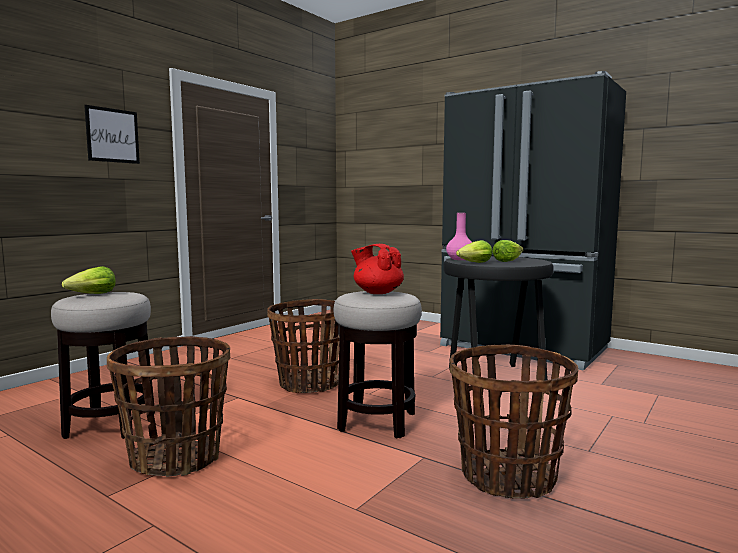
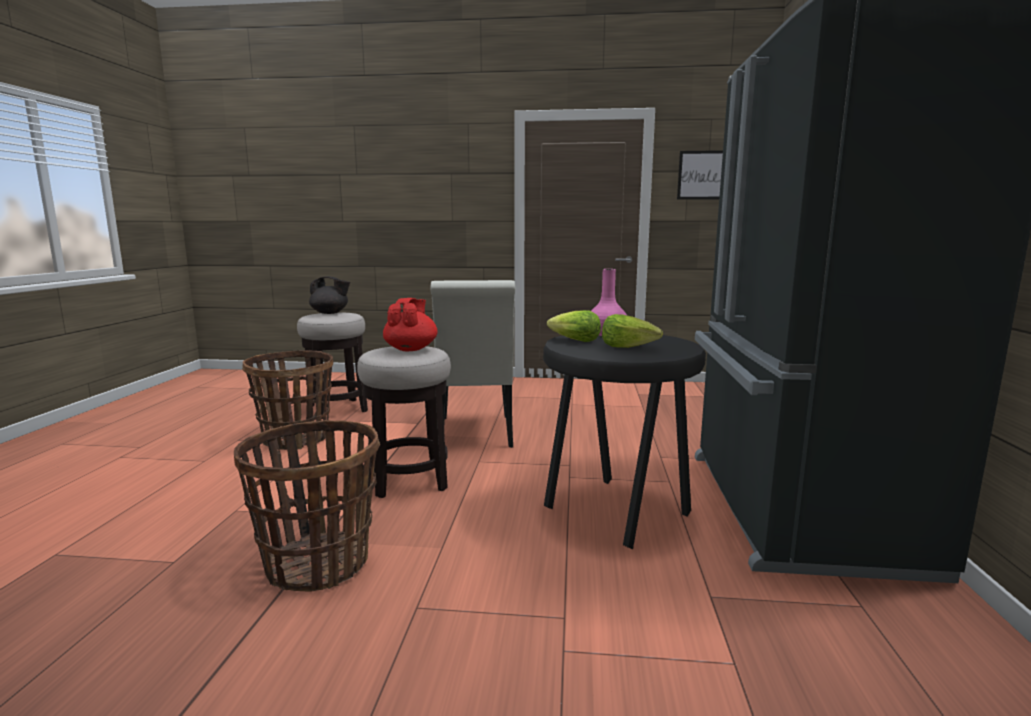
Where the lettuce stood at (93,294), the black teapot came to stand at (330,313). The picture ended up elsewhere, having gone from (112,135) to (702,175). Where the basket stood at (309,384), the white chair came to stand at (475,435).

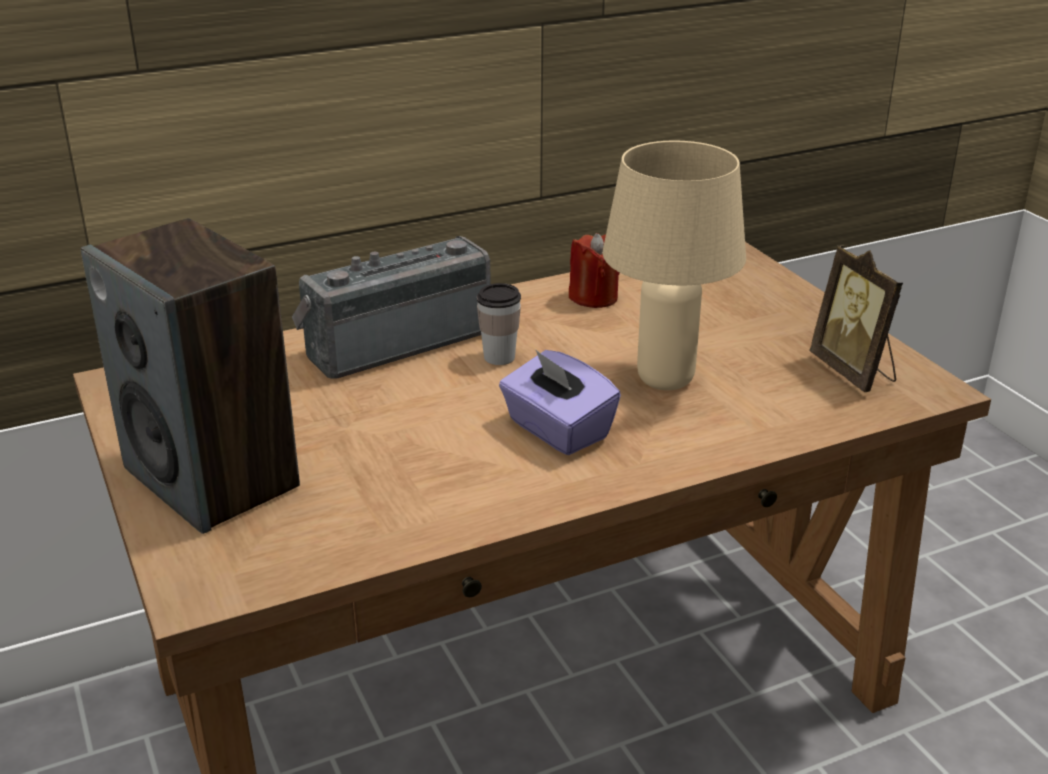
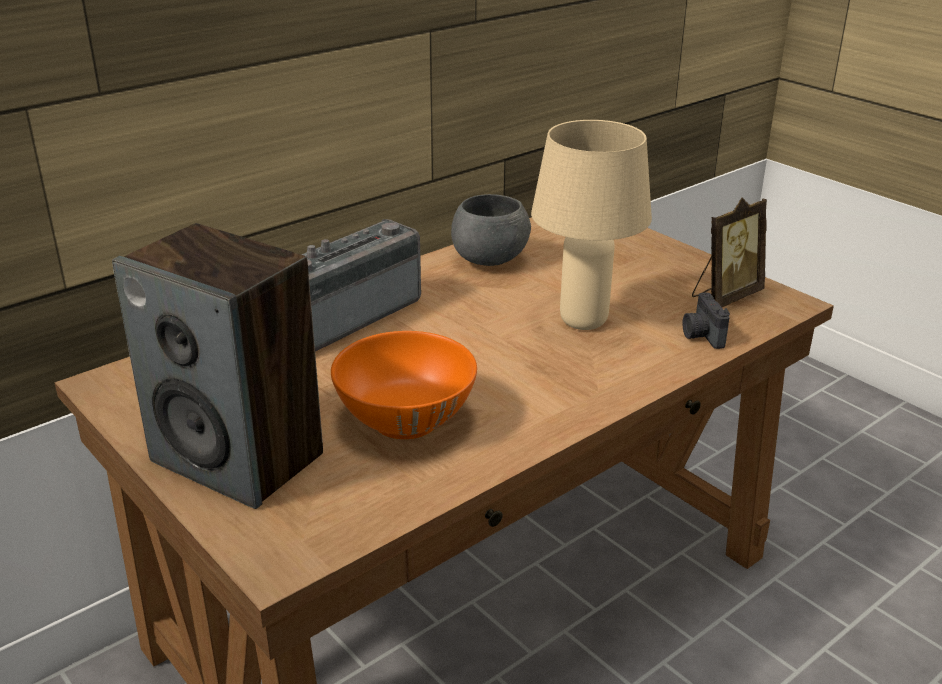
The second view lost the cup at (499,357). The second view lost the purple tissue box at (557,430). Where the red candle stood at (594,297), the grey bowl came to stand at (491,261). The picture frame at (854,372) ended up facing another way, 90 degrees counterclockwise from before. The second view gained the orange bowl at (405,420). The second view gained the photo camera at (701,335).

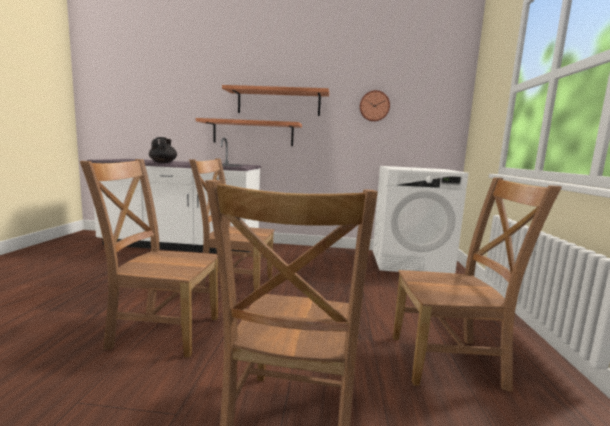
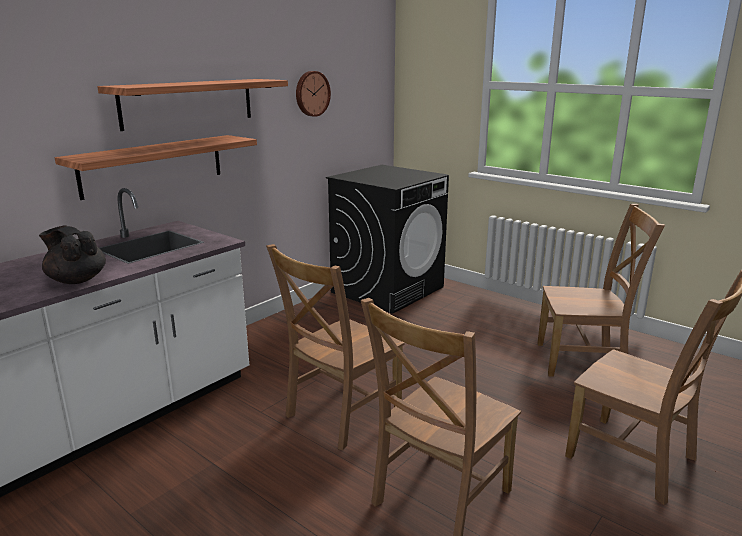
What was the white washing machine at (410,262) turned into the black washing machine at (388,289). The brown chair at (451,361) ended up facing another way, 60 degrees clockwise from before.

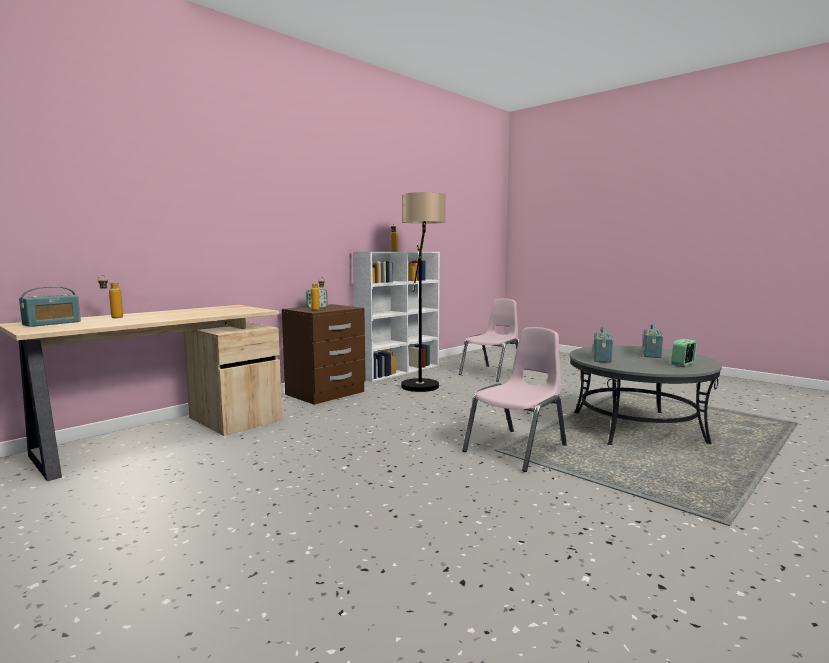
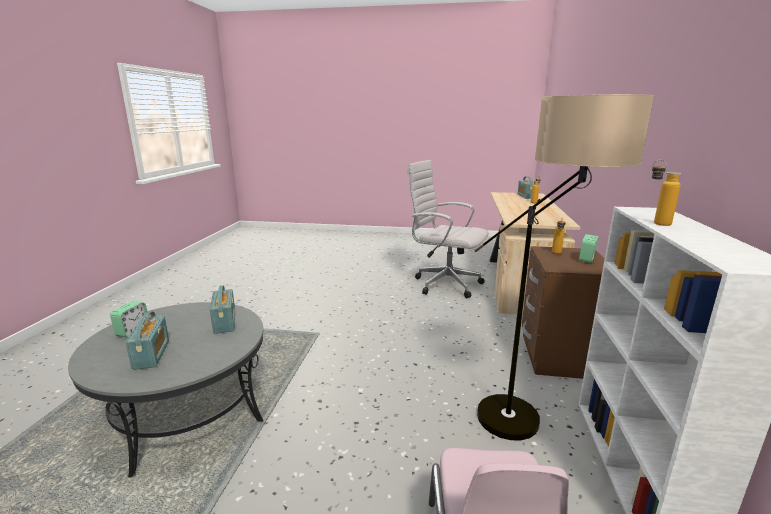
The second view lost the pink chair at (517,449). The second view gained the white office chair at (444,284).

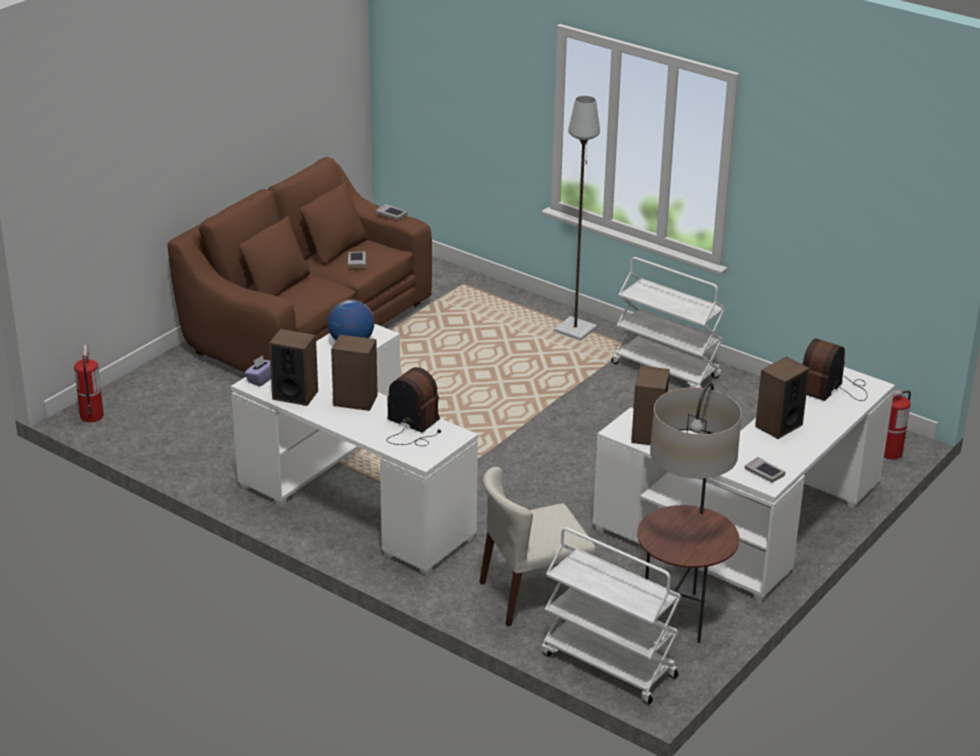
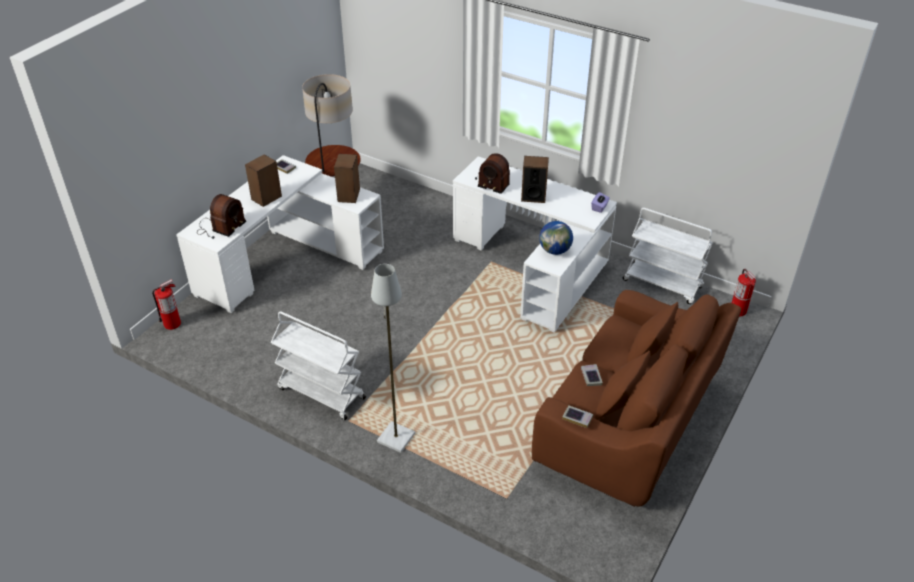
The second view lost the speaker at (295,395). The second view lost the beige chair at (532,595). The white cart ended up elsewhere, having gone from (607,665) to (663,284).

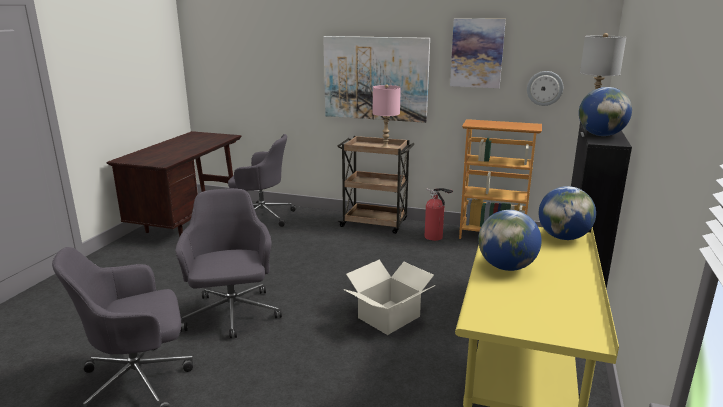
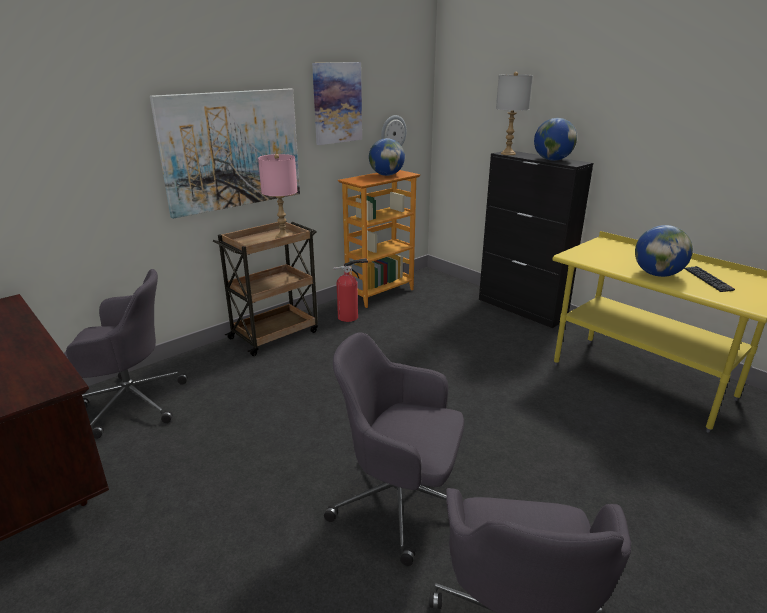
The grey office chair at (262,216) ended up facing another way, 45 degrees clockwise from before. The second view lost the cardboard box at (389,317). The globe ended up elsewhere, having gone from (563,237) to (386,175). The second view gained the keyboard at (707,279).

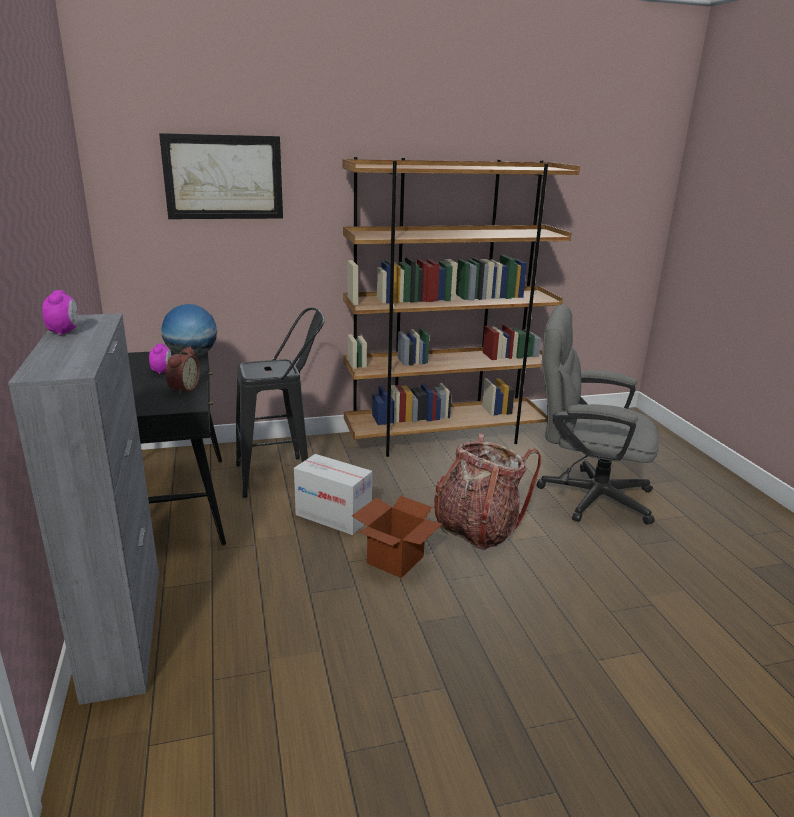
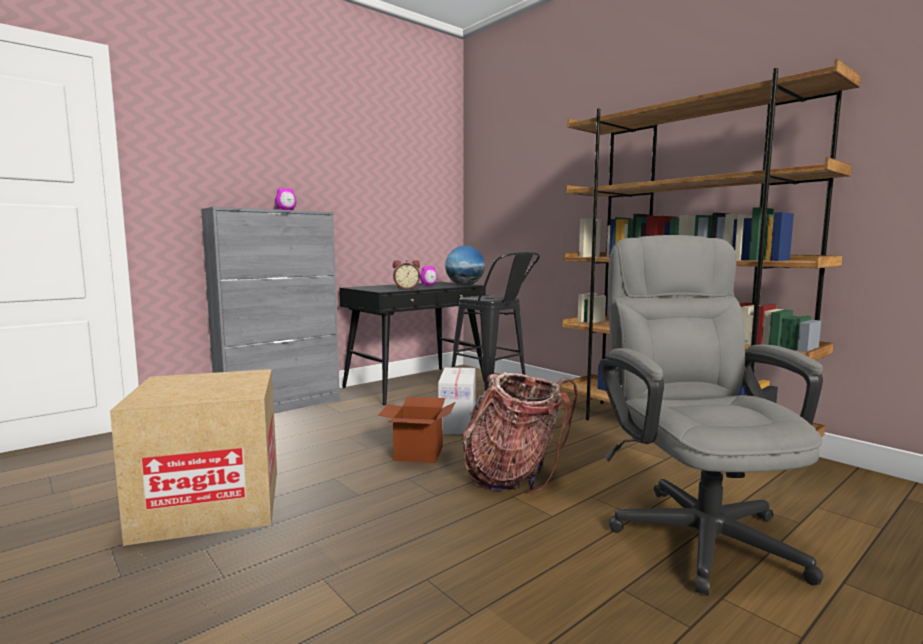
The second view lost the picture at (223,177). The second view gained the cardboard box at (210,503).

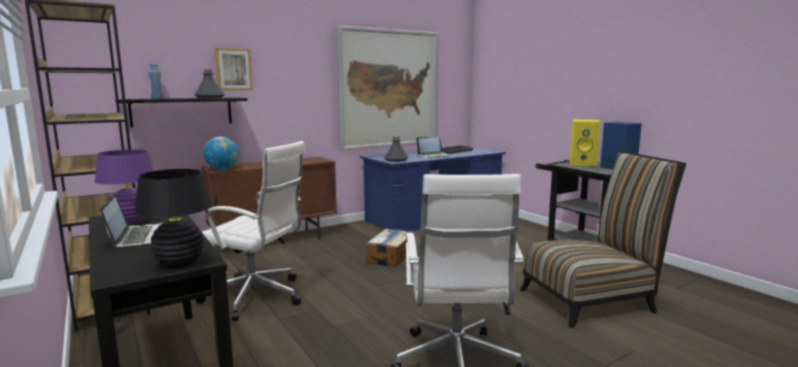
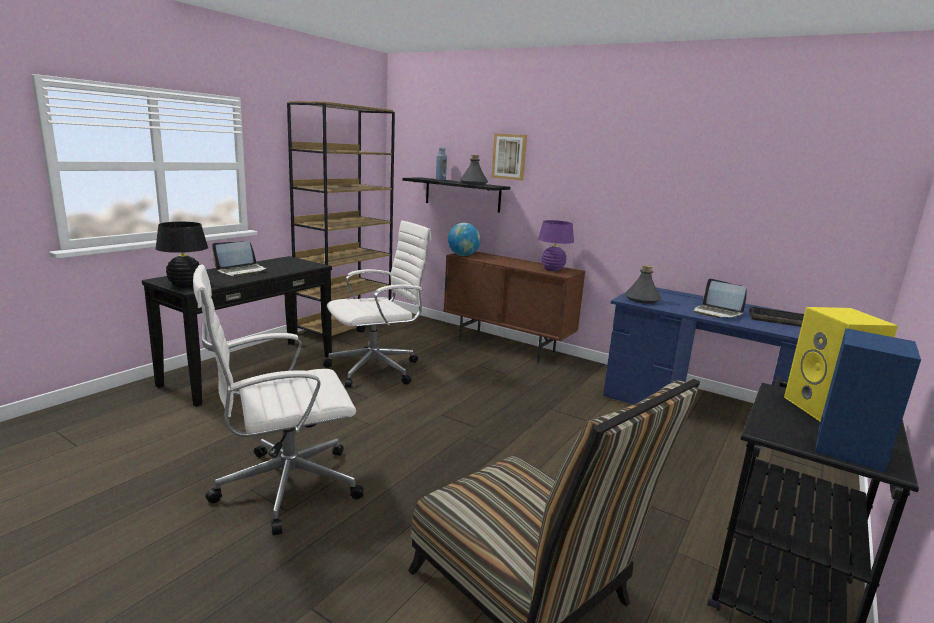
The purple table lamp ended up elsewhere, having gone from (131,222) to (552,269). The white office chair at (257,297) ended up facing another way, 120 degrees counterclockwise from before. The second view lost the picture at (388,89). The second view lost the cardboard box at (390,256).

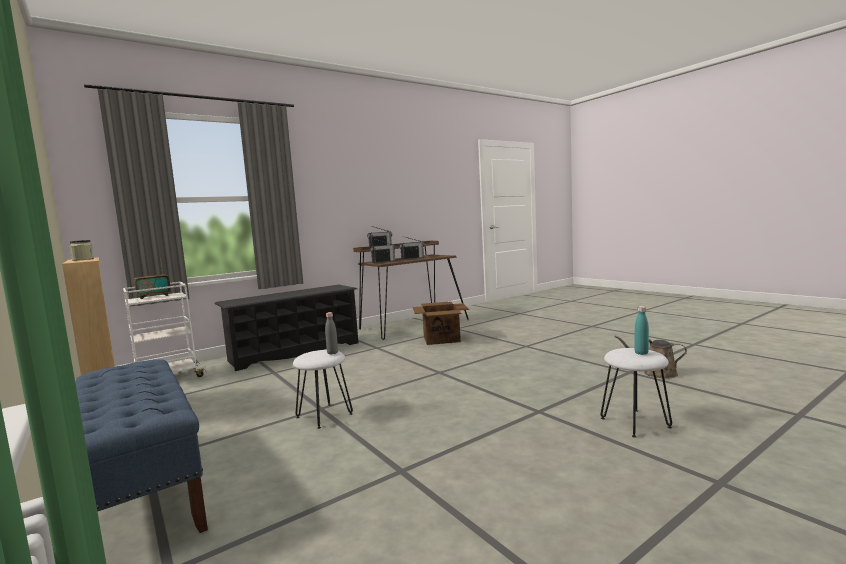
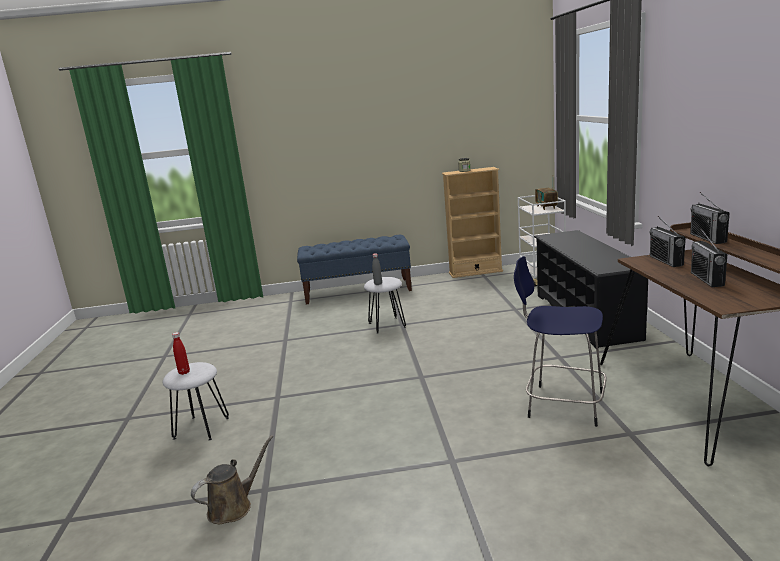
Where the cardboard box stood at (441,339), the blue stool came to stand at (562,404). What was the turquoise bottle at (641,353) turned into the red bottle at (184,372).

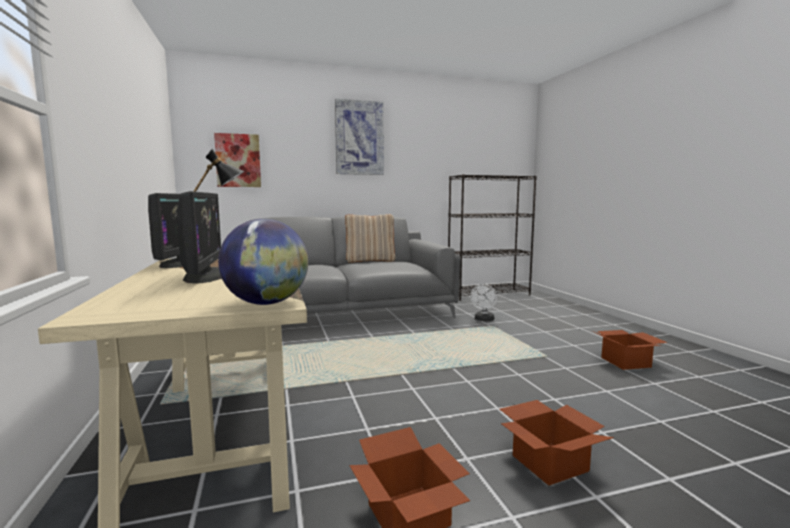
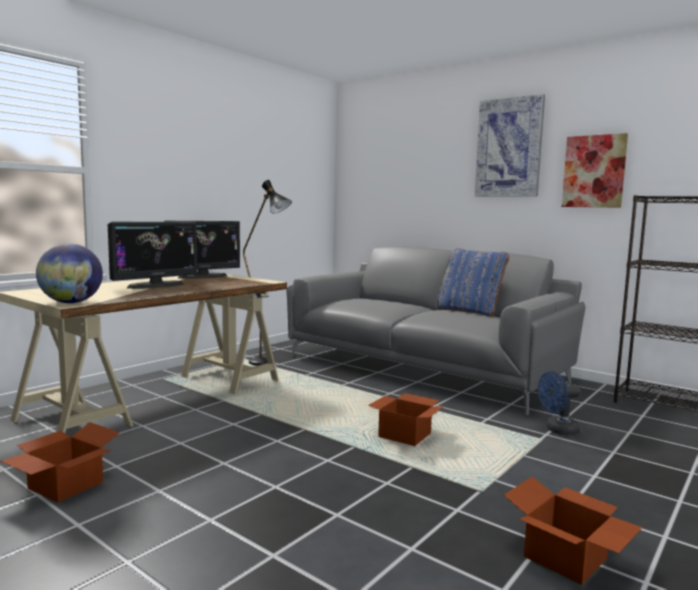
The picture ended up elsewhere, having gone from (238,160) to (594,171). What was the beige pillow at (370,261) turned into the blue pillow at (470,311). What was the white fan at (484,320) turned into the blue fan at (557,430). The cardboard box ended up elsewhere, having gone from (549,462) to (406,435).

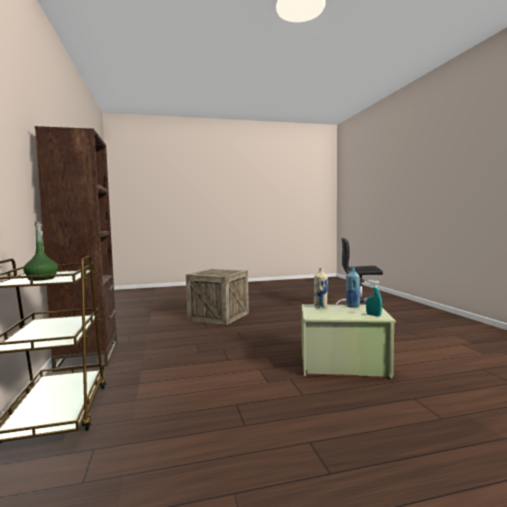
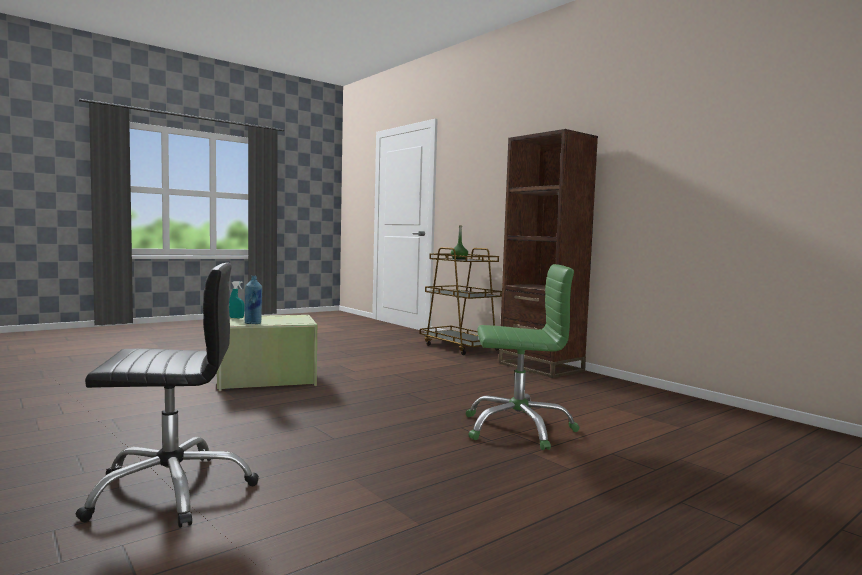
Where the crate stood at (218,316), the green office chair came to stand at (518,428). The second view lost the beige bottle at (320,306).

